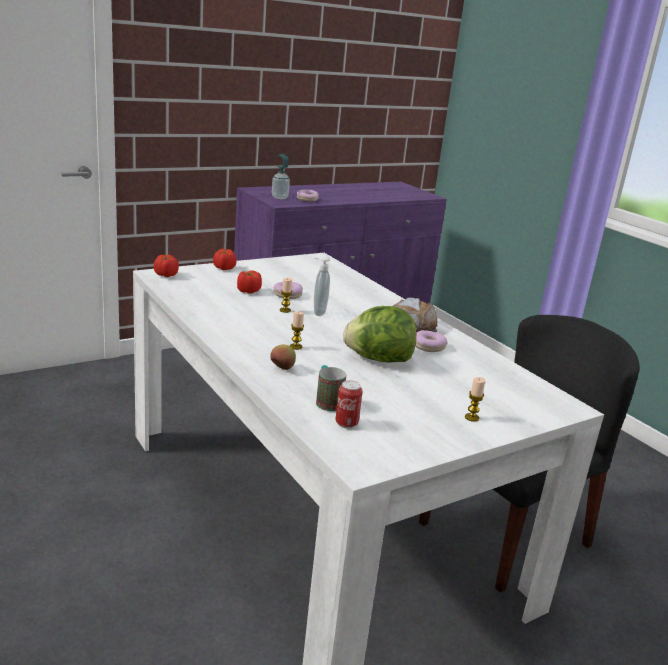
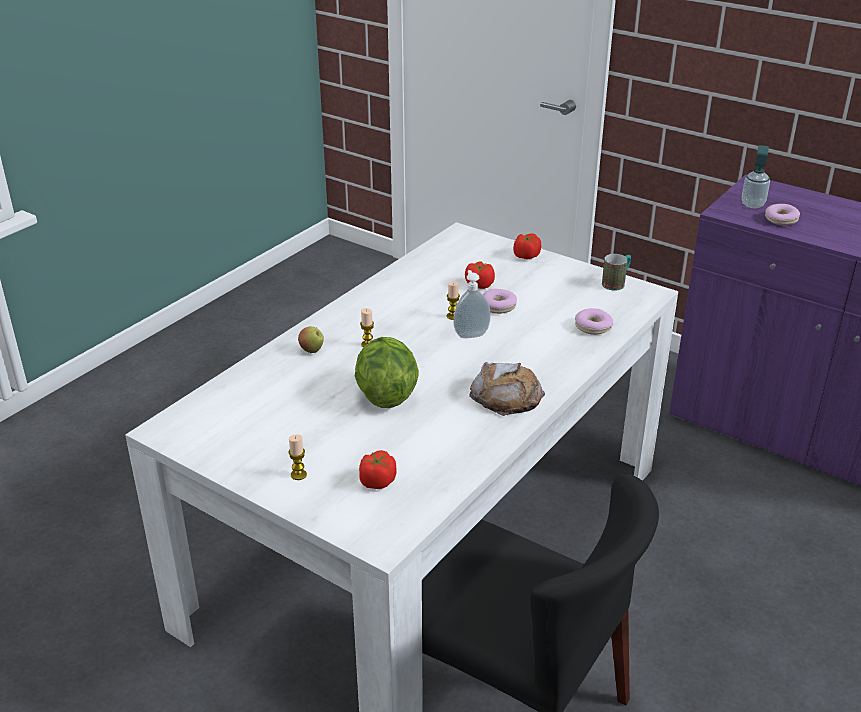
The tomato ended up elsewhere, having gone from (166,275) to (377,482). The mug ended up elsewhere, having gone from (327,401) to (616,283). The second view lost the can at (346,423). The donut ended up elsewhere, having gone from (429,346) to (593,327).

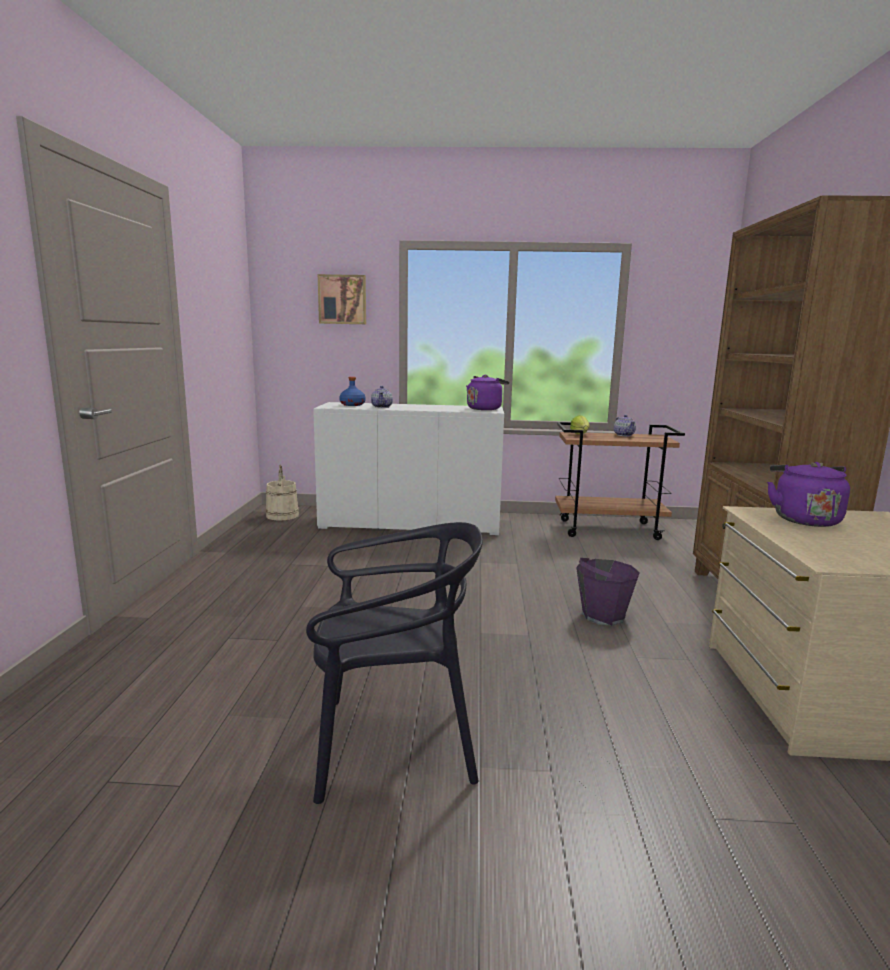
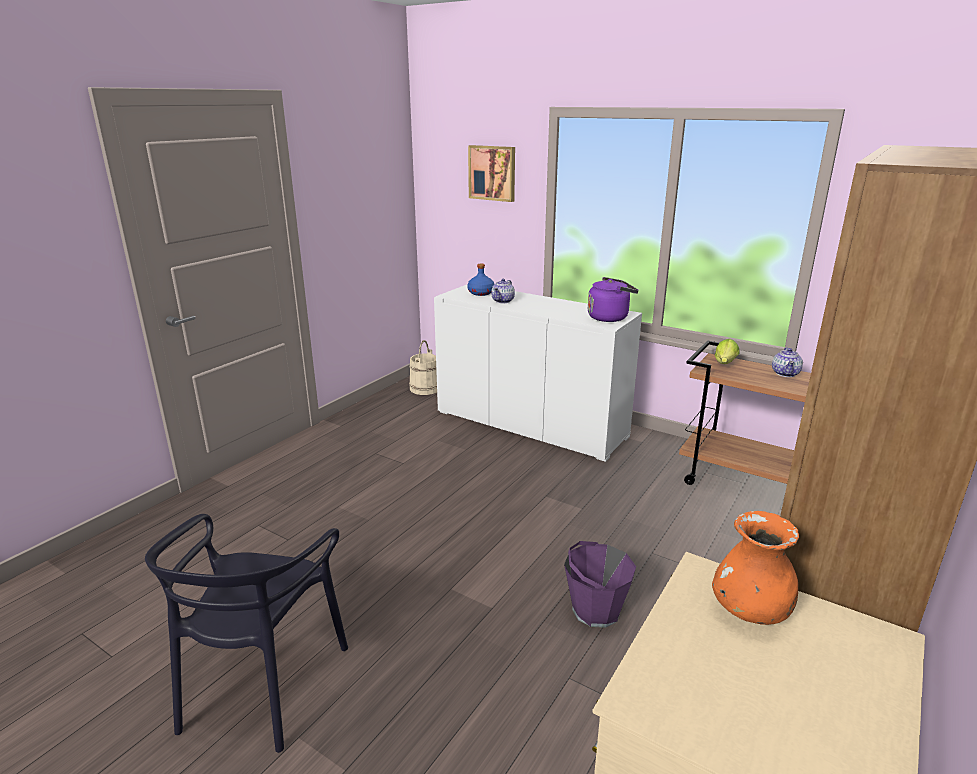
The black chair at (394,745) ended up facing another way, 75 degrees clockwise from before. Where the purple kettle stood at (803,519), the orange vase came to stand at (749,610).

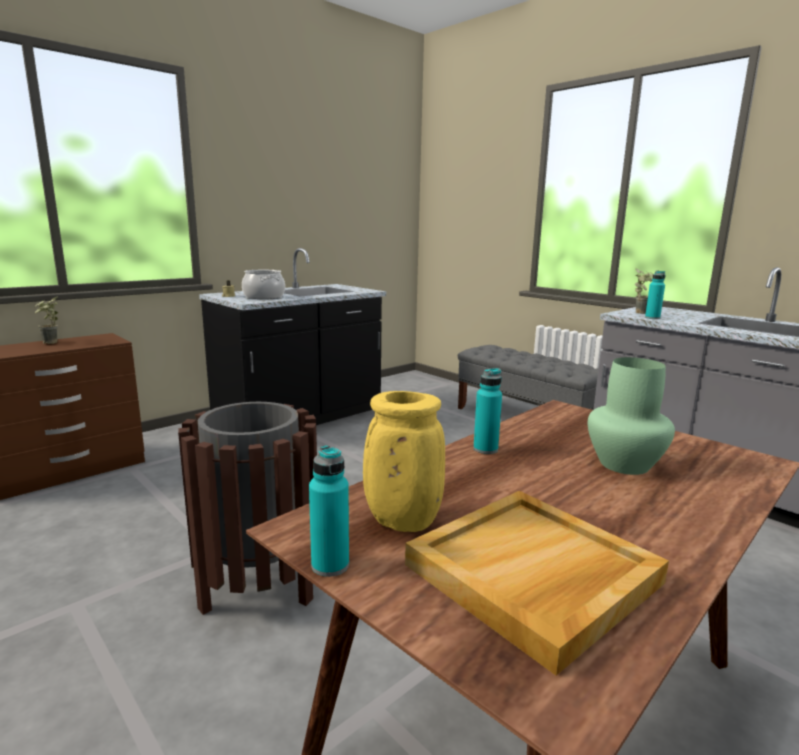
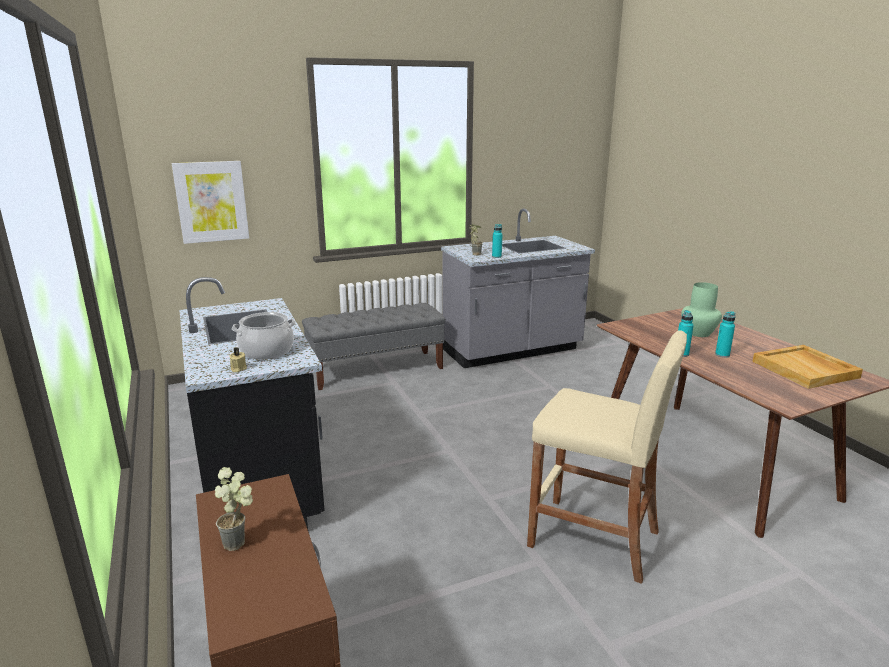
Where the brown trash can stood at (258,584), the beige stool came to stand at (594,539). The turquoise bottle ended up elsewhere, having gone from (330,565) to (722,355). The second view lost the yellow vase at (401,522). The second view gained the picture at (211,202).

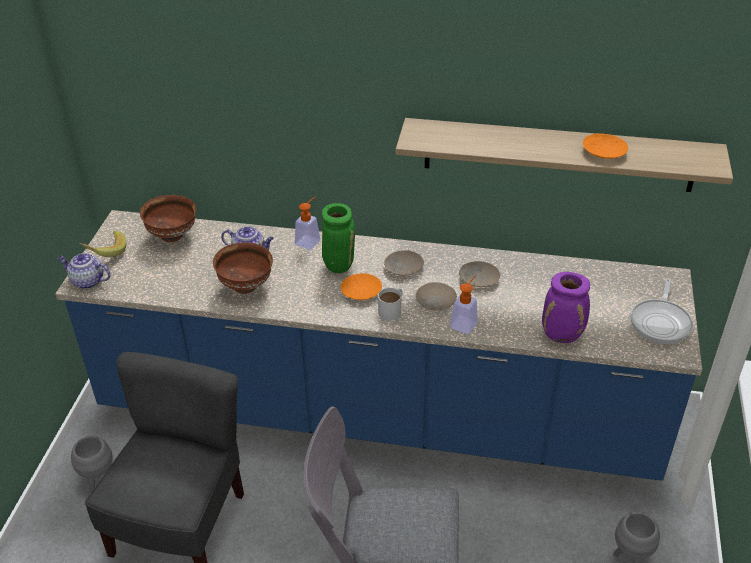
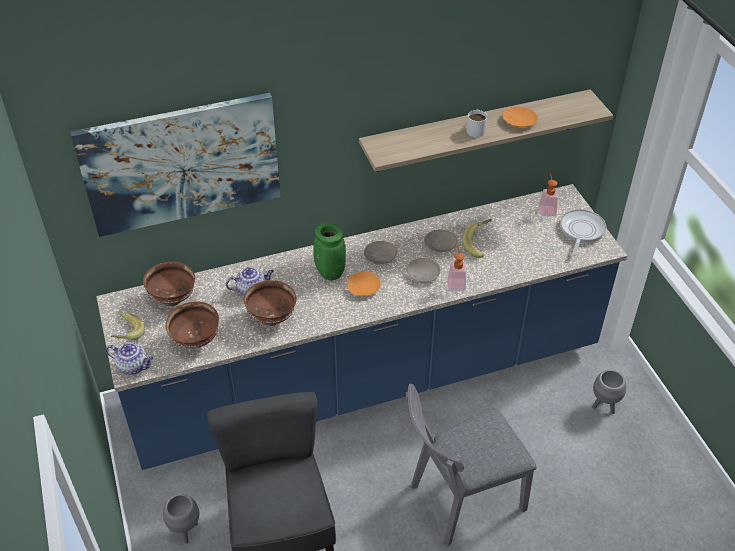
The teapot at (87,281) ended up facing another way, 150 degrees counterclockwise from before. The soap dispenser ended up elsewhere, having gone from (310,240) to (546,209). The white mug ended up elsewhere, having gone from (392,309) to (476,128). The second view lost the purple vase at (562,335). The frying pan at (660,322) ended up facing another way, 150 degrees counterclockwise from before. The second view gained the picture at (181,164). The second view gained the brown bowl at (196,341). The second view gained the banana at (479,244).

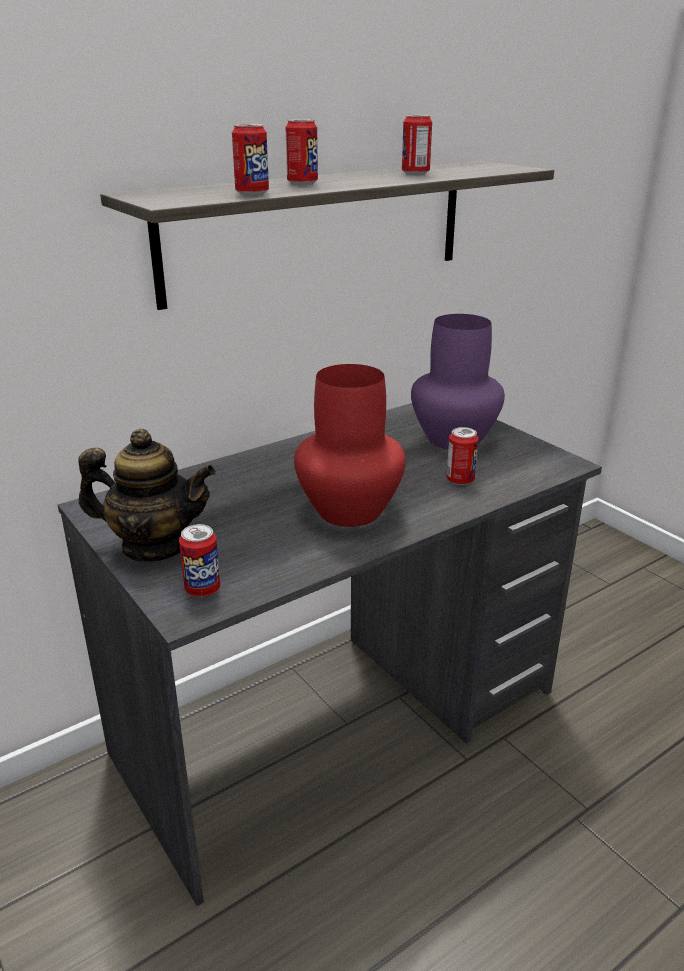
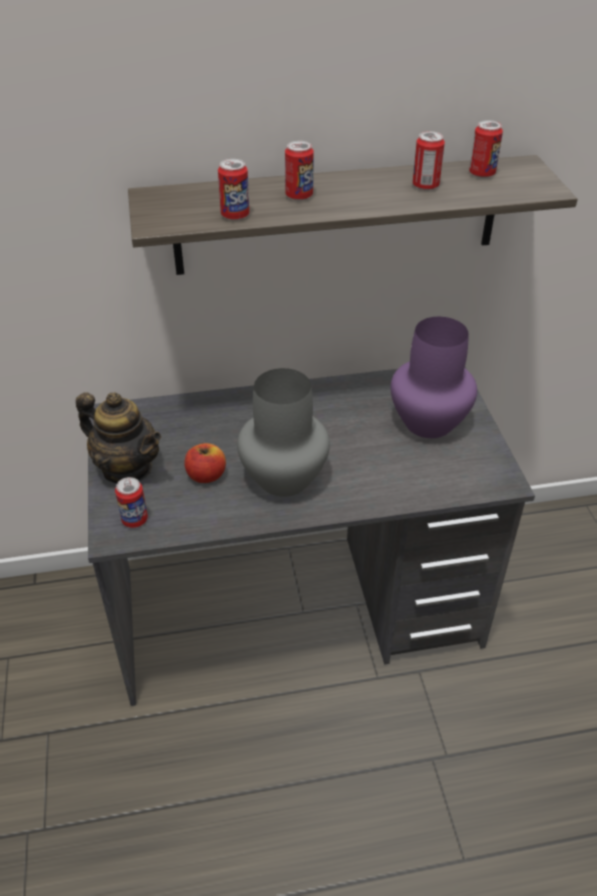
What was the red vase at (348,511) turned into the grey vase at (282,478). The can ended up elsewhere, having gone from (460,480) to (482,174). The second view gained the apple at (206,475).

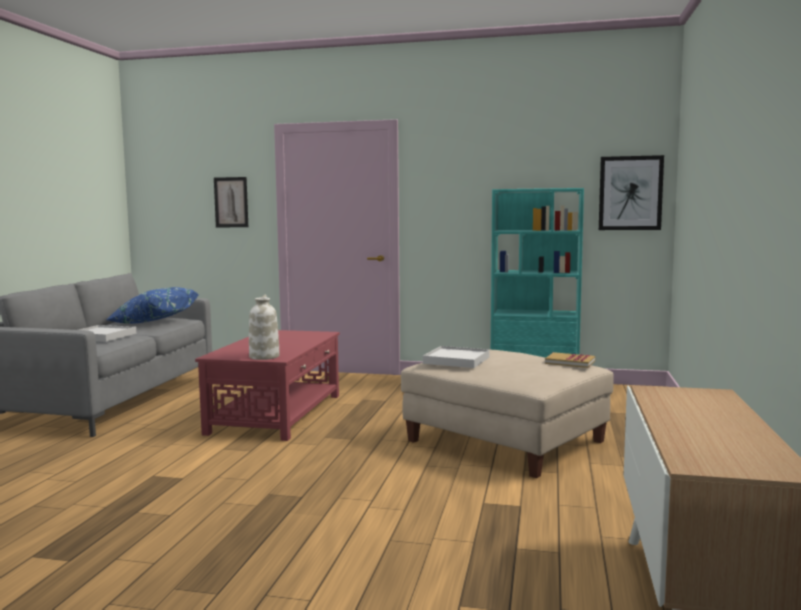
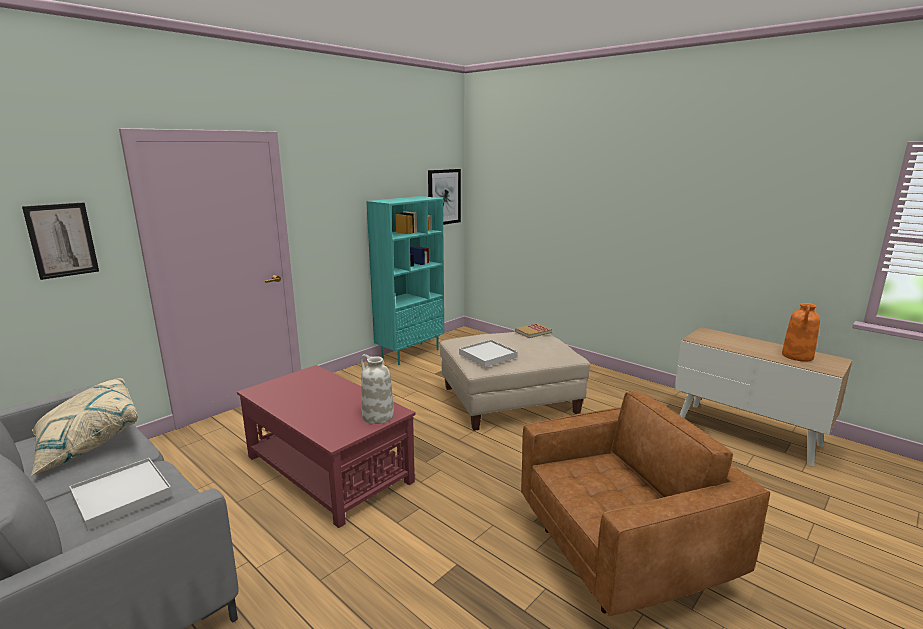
What was the blue pillow at (154,322) turned into the beige pillow at (88,443). The second view gained the brown armchair at (623,554). The second view gained the orange vase at (797,356).

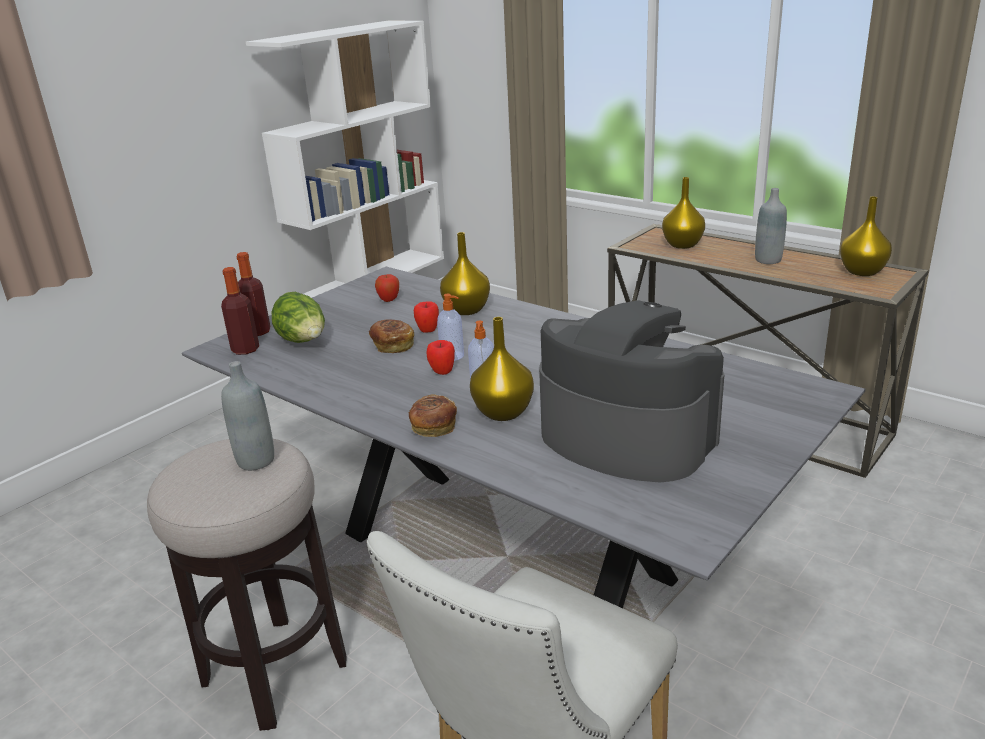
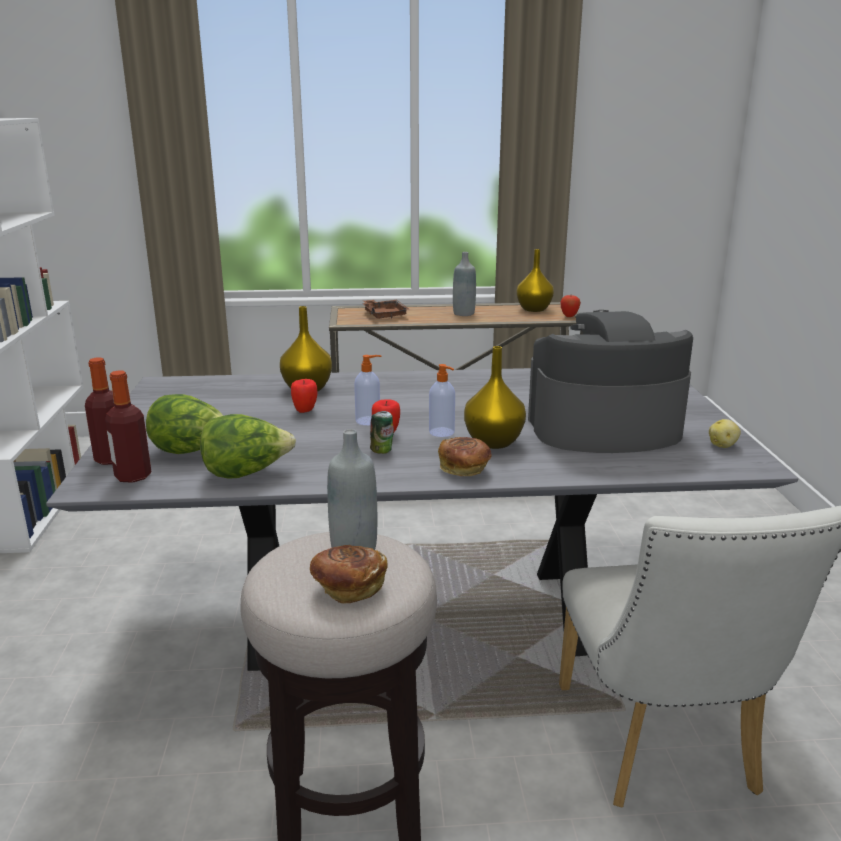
The bread ended up elsewhere, having gone from (392,345) to (348,587). The apple ended up elsewhere, having gone from (389,300) to (569,316). Where the yellow vase stood at (683,245), the brown tray came to stand at (384,315). The second view gained the lettuce at (246,473). The second view gained the can at (382,451). The second view gained the potato at (723,445).

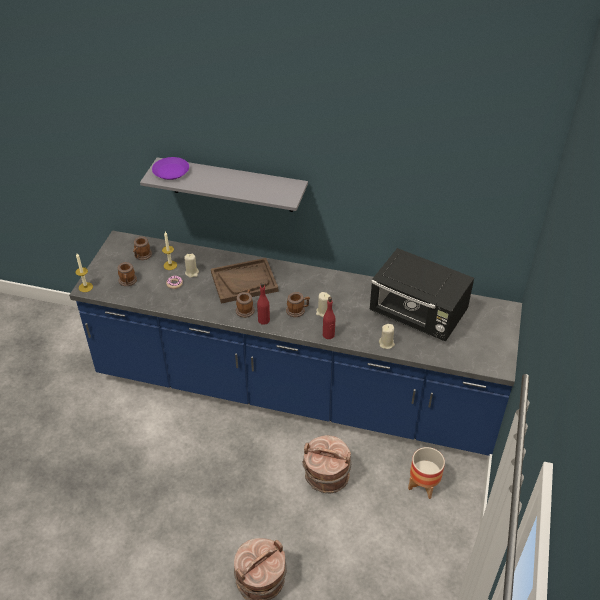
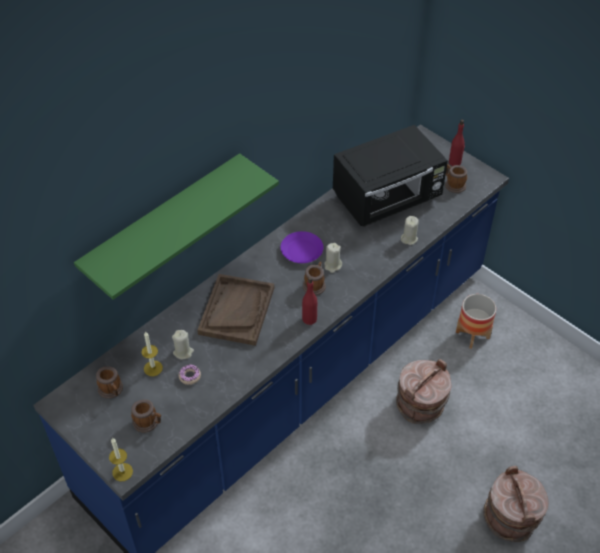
What was the grey shelf at (232,185) turned into the green shelf at (163,223). The purple plate ended up elsewhere, having gone from (171,172) to (302,251). The mug ended up elsewhere, having gone from (245,309) to (453,184). The red bottle ended up elsewhere, having gone from (328,335) to (455,162).

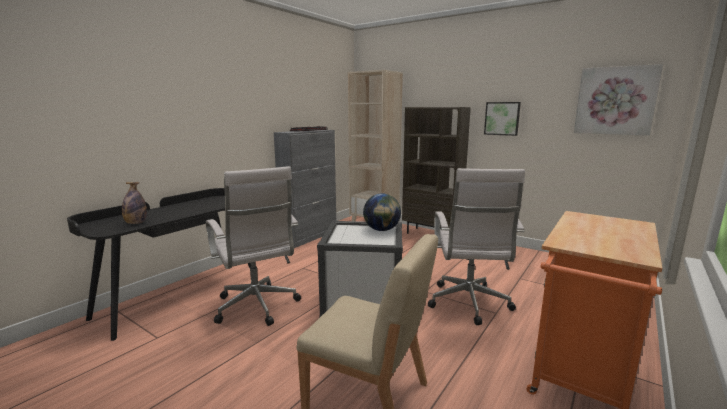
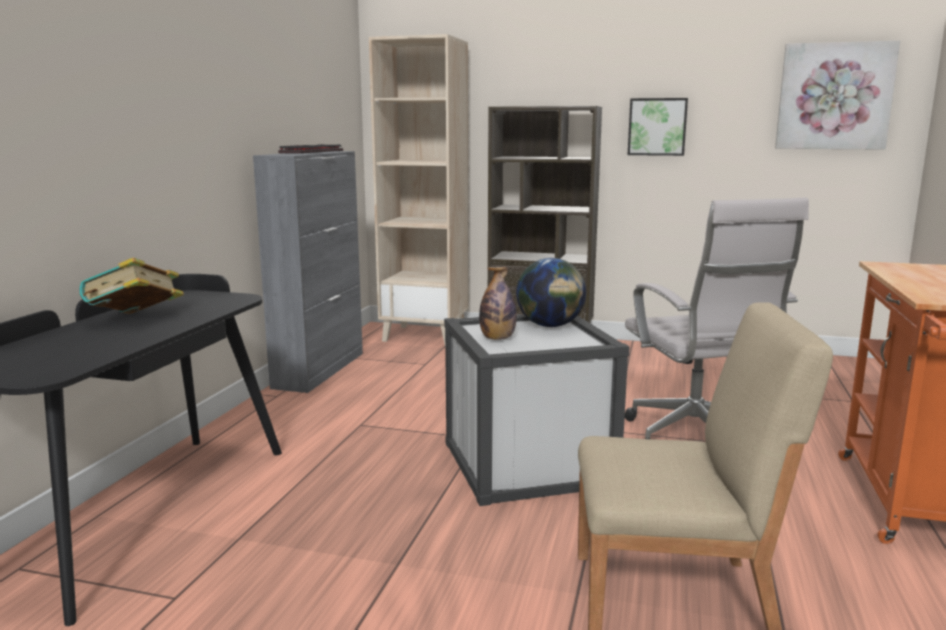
The bottle ended up elsewhere, having gone from (136,223) to (497,338). The second view lost the white office chair at (257,307). The second view gained the book at (135,320).

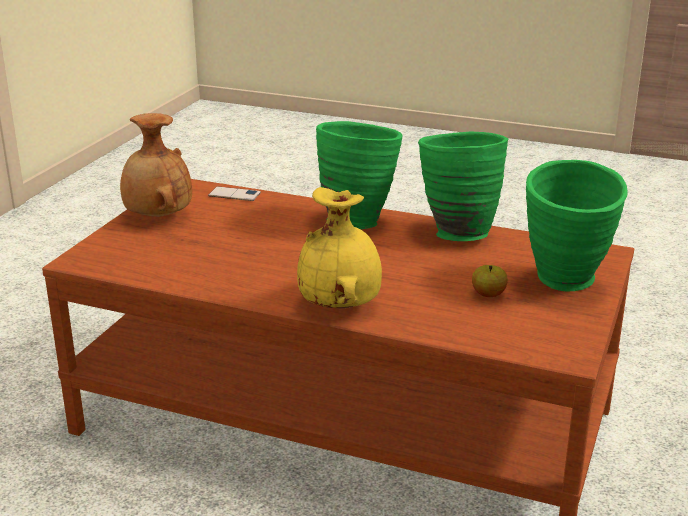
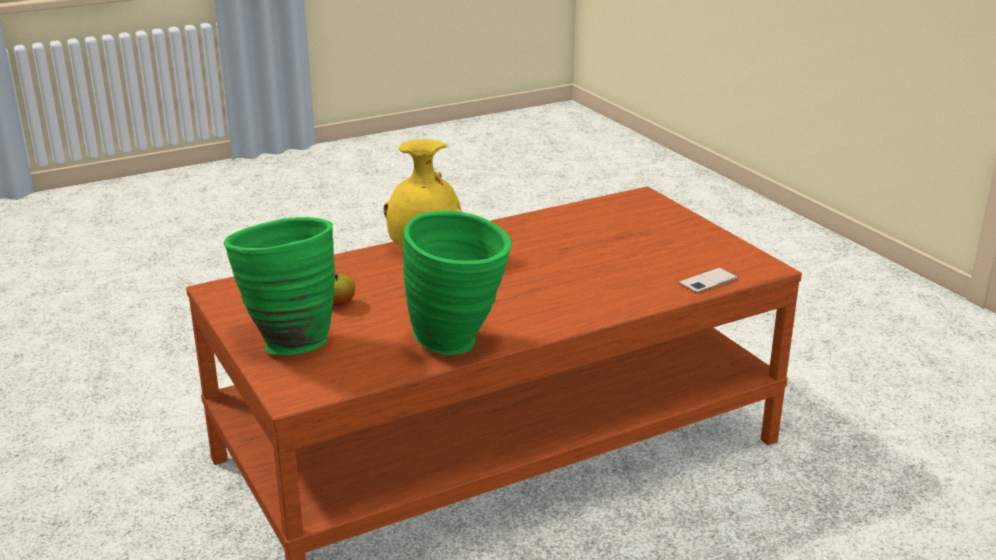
The second view lost the brown vase at (157,216). The second view lost the green vase at (358,221).

